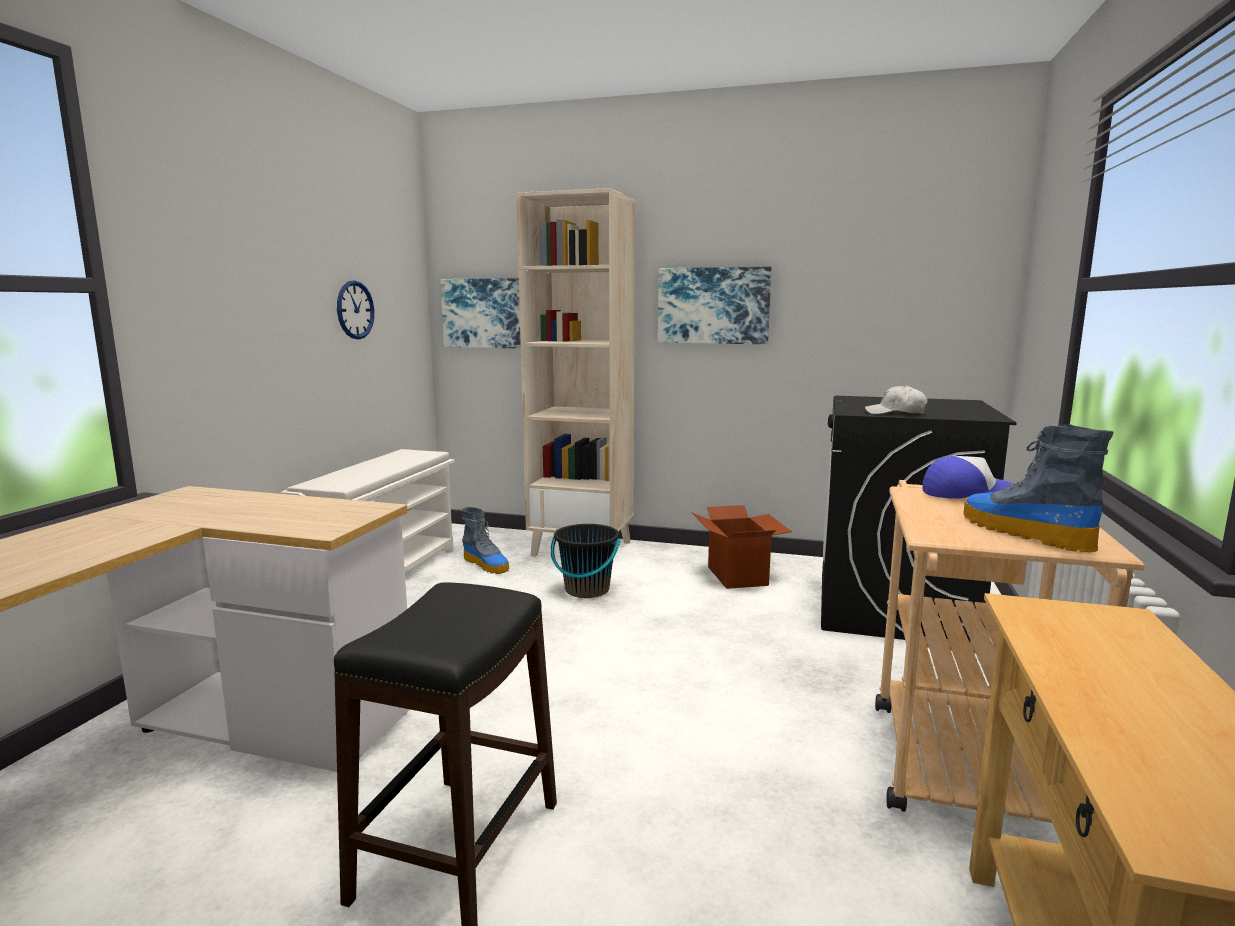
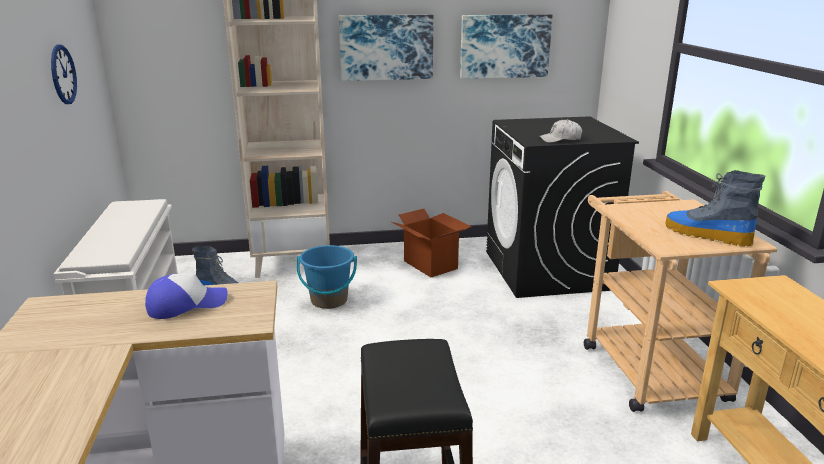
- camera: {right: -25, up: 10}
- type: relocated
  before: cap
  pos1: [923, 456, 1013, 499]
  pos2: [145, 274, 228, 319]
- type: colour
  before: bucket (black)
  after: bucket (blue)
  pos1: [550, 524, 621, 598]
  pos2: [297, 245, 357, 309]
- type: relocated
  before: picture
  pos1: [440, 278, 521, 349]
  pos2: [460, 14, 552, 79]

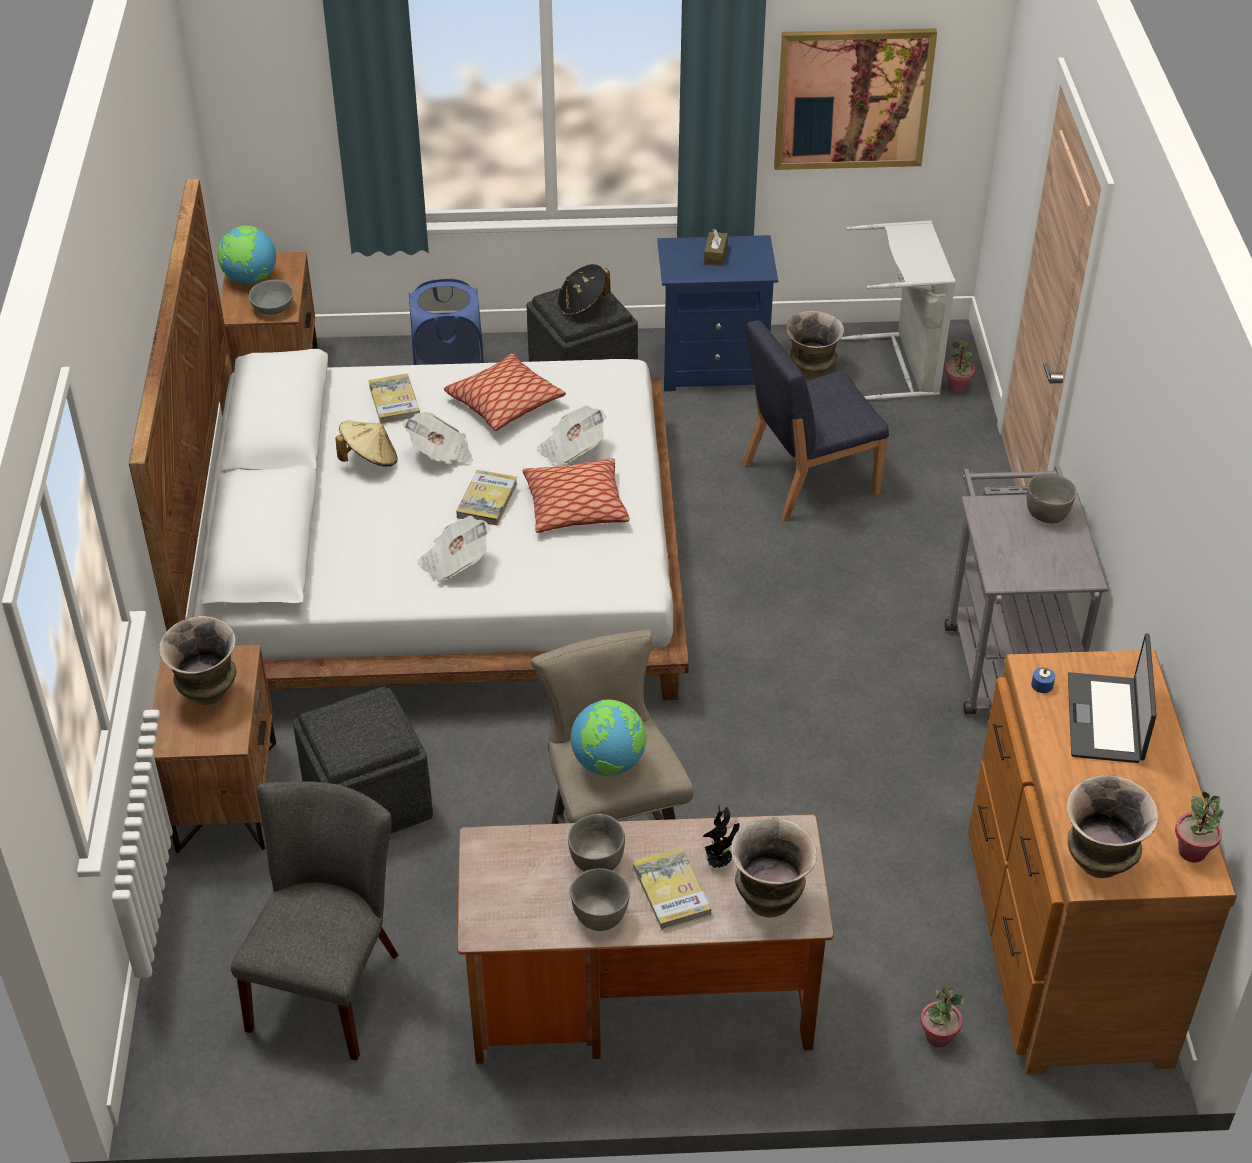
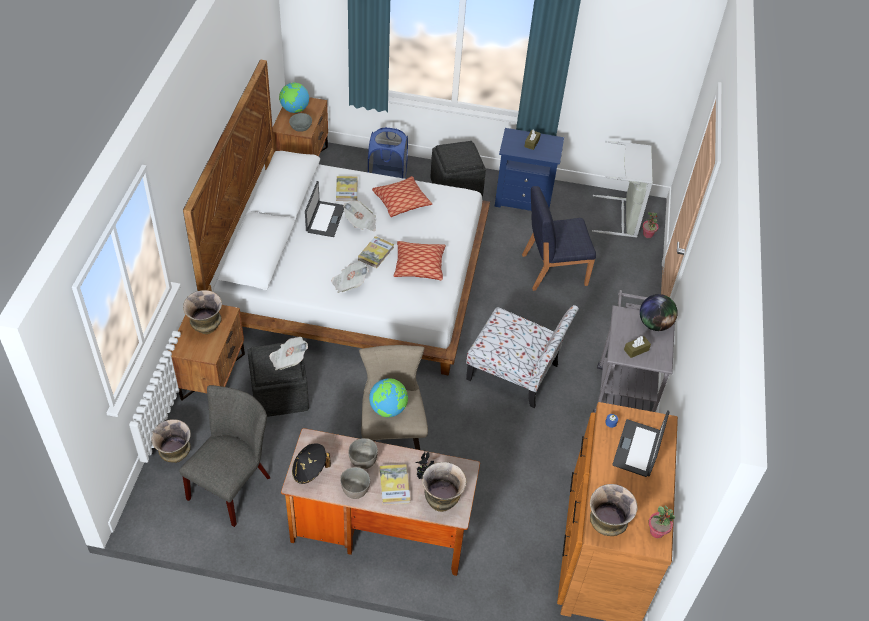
- camera: {right: 10, up: 5}
- type: relocated
  before: vase
  pos1: [786, 311, 844, 379]
  pos2: [151, 419, 191, 463]
- type: relocated
  before: newspaper
  pos1: [537, 405, 606, 466]
  pos2: [269, 337, 308, 370]
- type: relocated
  before: hat (black)
  pos1: [557, 264, 611, 317]
  pos2: [292, 443, 331, 484]
- type: exchanged
  before: hat (beige)
  after: laptop
  pos1: [335, 421, 398, 467]
  pos2: [305, 181, 344, 237]
- type: appeared
  after: chair
  pos2: [466, 305, 579, 408]
- type: appeared
  after: tissue box (brown)
  pos2: [624, 336, 651, 358]
- type: exchanged
  before: bowl (grey)
  after: globe
  pos1: [1027, 473, 1076, 523]
  pos2: [640, 294, 678, 331]
- type: missing
  before: picture
  pos1: [774, 28, 937, 170]
- type: missing
  before: potted plant
  pos1: [921, 985, 965, 1047]

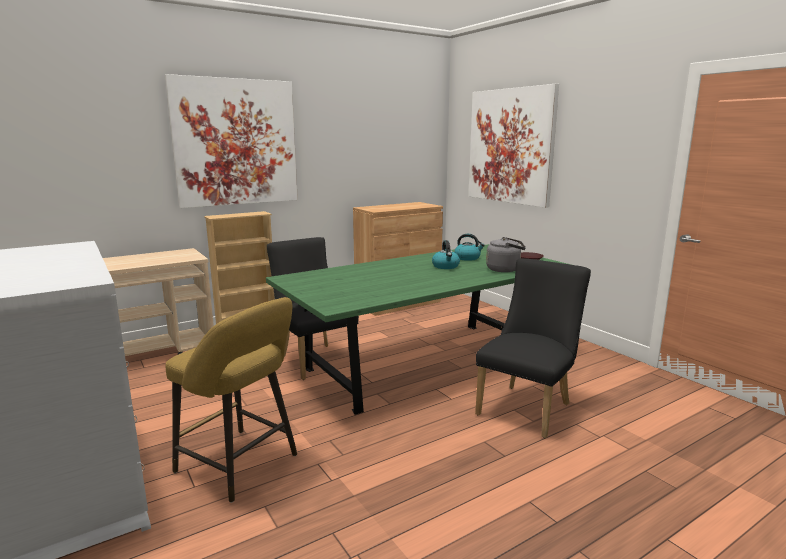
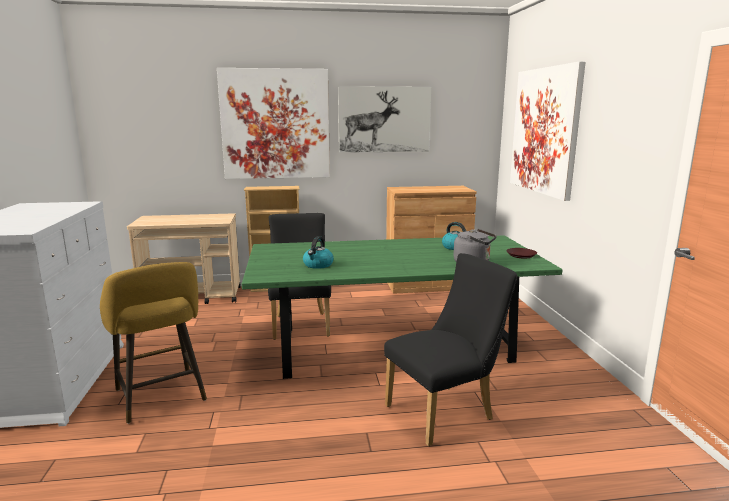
- camera: {right: 25, up: 0}
- type: relocated
  before: kettle
  pos1: [432, 240, 460, 269]
  pos2: [303, 236, 334, 269]
- type: appeared
  after: picture
  pos2: [338, 86, 431, 153]

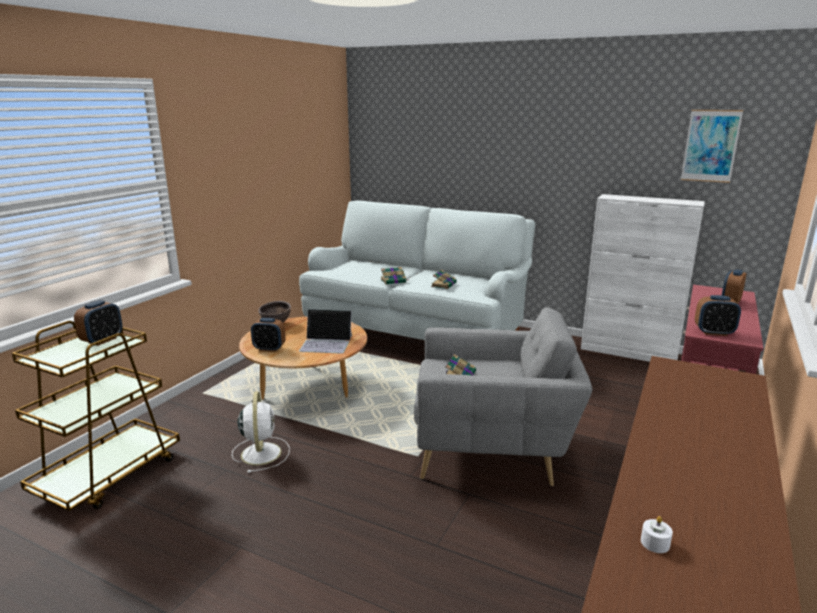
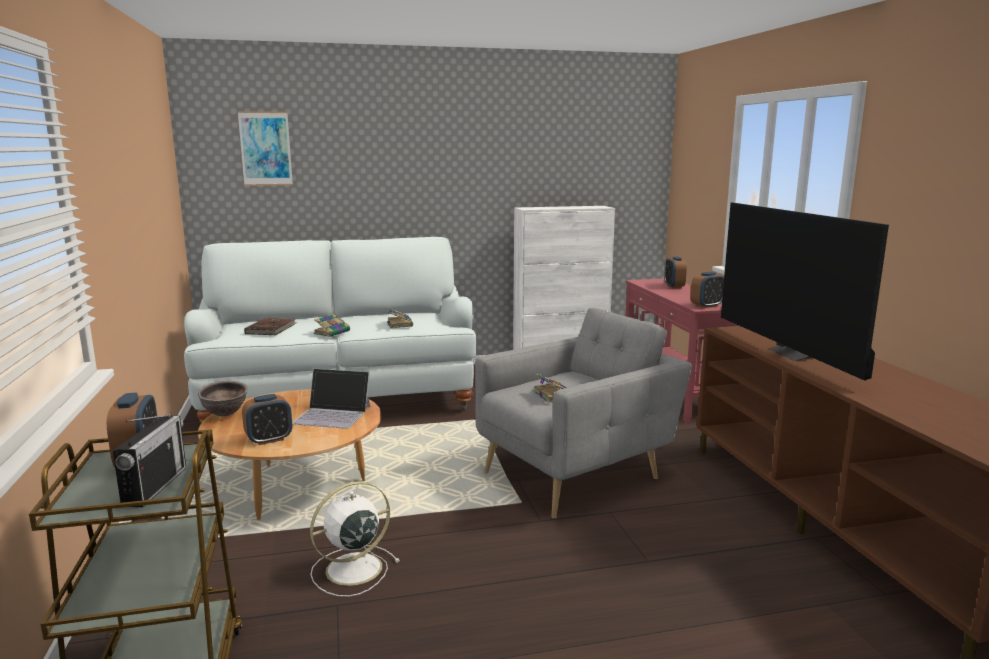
- camera: {right: -40, up: -5}
- type: appeared
  after: radio
  pos2: [113, 414, 186, 507]
- type: relocated
  before: picture
  pos1: [681, 110, 743, 183]
  pos2: [238, 111, 293, 186]
- type: appeared
  after: book (brown)
  pos2: [244, 318, 298, 335]
- type: spun
  before: laptop
  pos1: [299, 309, 352, 354]
  pos2: [292, 368, 370, 429]
  turn: 45
- type: spun
  before: fan (white)
  pos1: [232, 391, 290, 473]
  pos2: [310, 481, 400, 597]
  turn: -75
- type: appeared
  after: television
  pos2: [721, 202, 889, 381]
- type: missing
  before: candle (white)
  pos1: [641, 516, 673, 553]

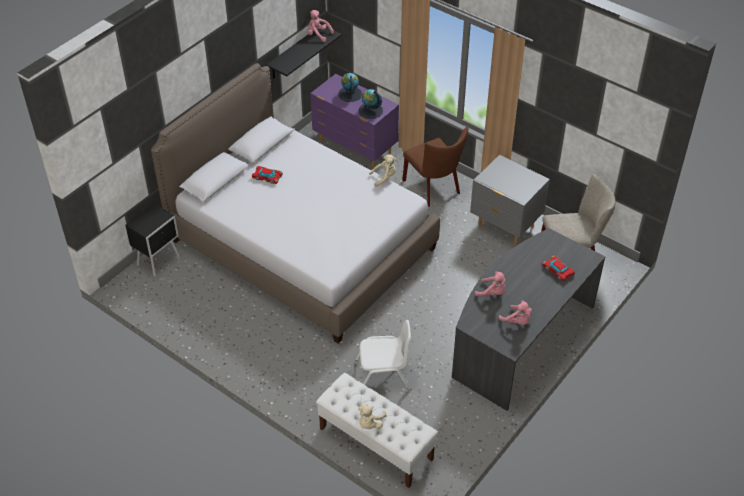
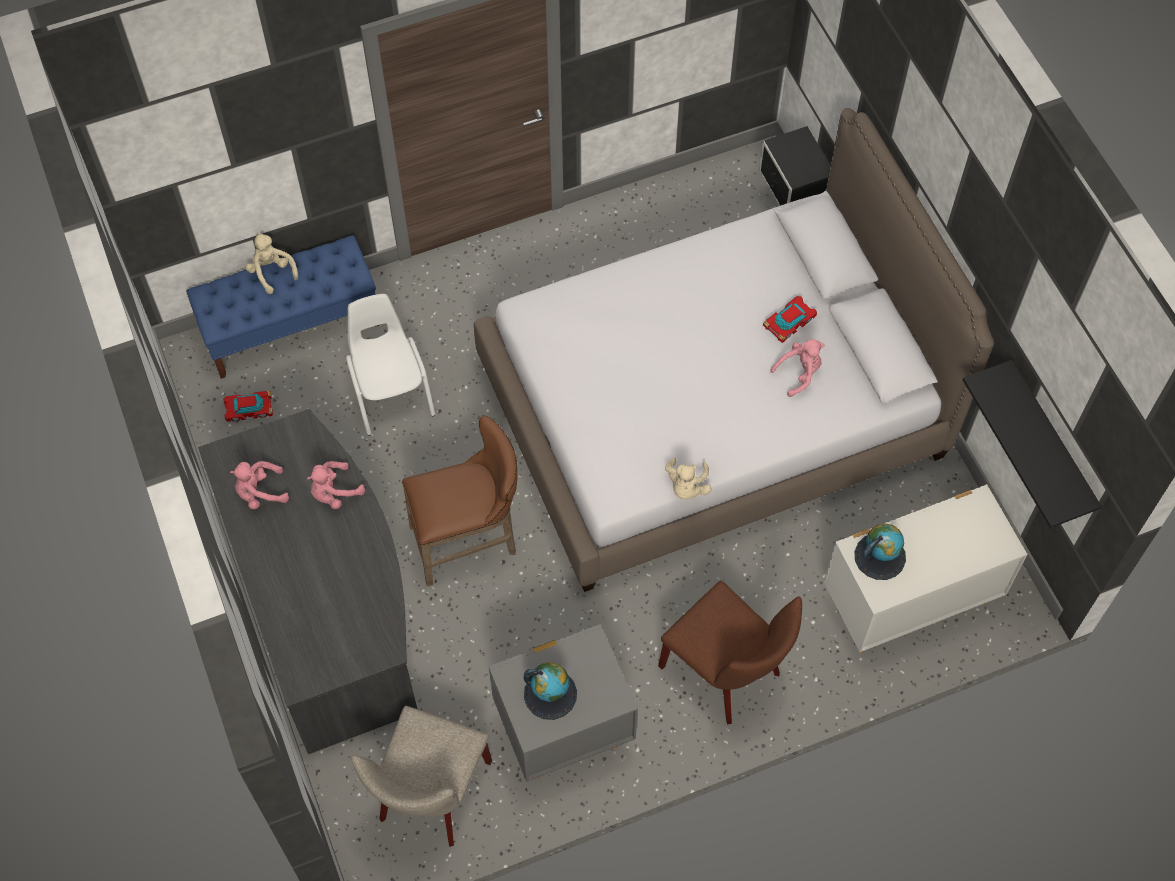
- camera: {right: 120, up: 15}
- type: colour
  before: bench (white)
  after: bench (blue)
  pos1: [316, 373, 438, 488]
  pos2: [186, 235, 379, 379]
- type: relocated
  before: toy car
  pos1: [542, 256, 575, 282]
  pos2: [223, 391, 273, 422]
- type: spun
  before: chair (white)
  pos1: [355, 320, 411, 390]
  pos2: [346, 294, 435, 436]
  turn: 135
- type: appeared
  after: stool (brown)
  pos2: [402, 415, 518, 586]
- type: relocated
  before: globe
  pos1: [338, 73, 362, 102]
  pos2: [524, 662, 577, 720]
- type: spun
  before: chair (brown)
  pos1: [402, 127, 468, 207]
  pos2: [658, 581, 802, 724]
  turn: -135
- type: relocated
  before: plush toy (pink)
  pos1: [308, 10, 334, 42]
  pos2: [770, 339, 825, 397]
- type: colour
  before: dresser (purple)
  after: dresser (white)
  pos1: [310, 74, 399, 169]
  pos2: [824, 484, 1028, 653]

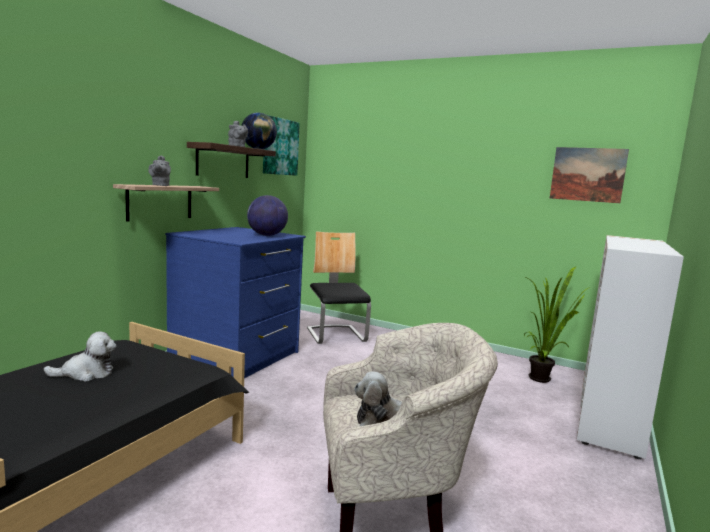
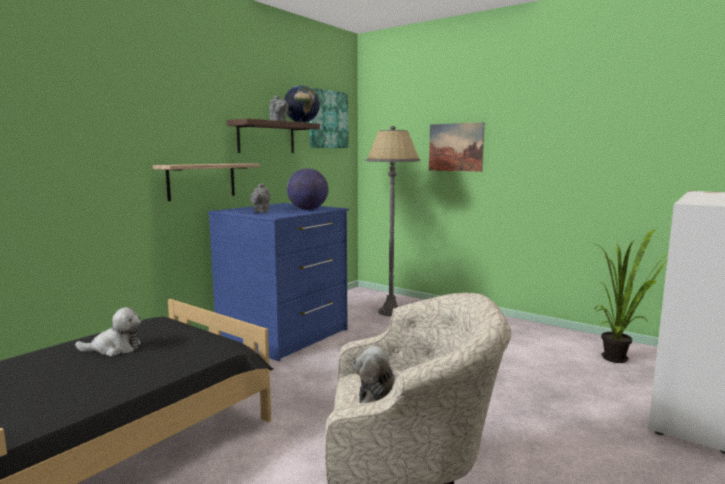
- camera: {right: 10, up: 0}
- type: relocated
  before: teapot (grey)
  pos1: [148, 155, 171, 186]
  pos2: [250, 183, 270, 213]
- type: exchanged
  before: chair
  after: floor lamp (grey)
  pos1: [307, 231, 371, 344]
  pos2: [366, 126, 420, 316]
- type: relocated
  before: picture
  pos1: [550, 147, 629, 203]
  pos2: [429, 122, 484, 172]

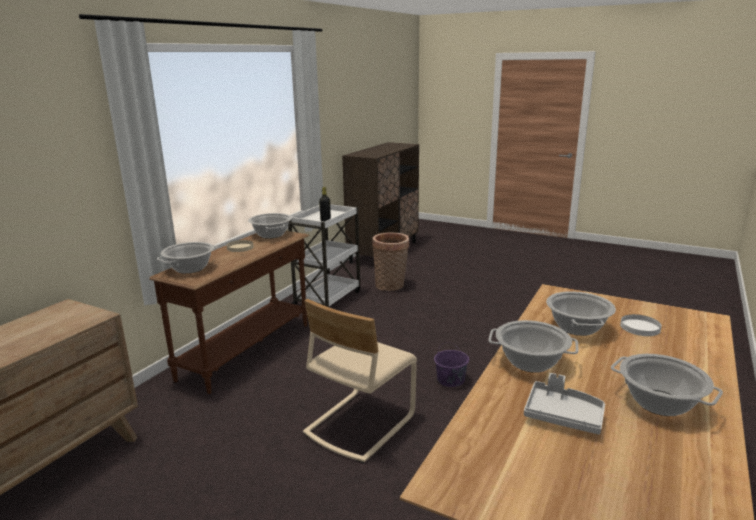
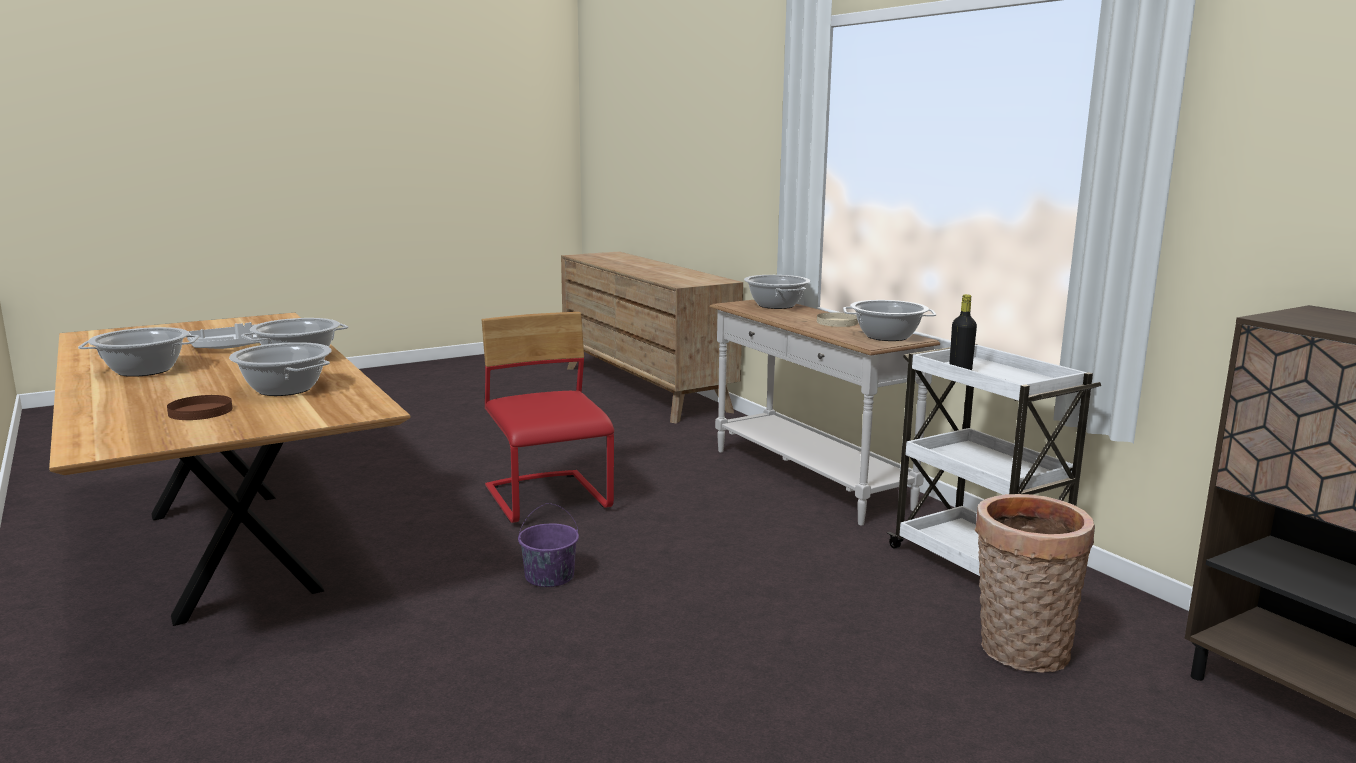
- camera: {right: 120, up: -5}
- type: colour
  before: plate (white)
  after: plate (brown)
  pos1: [620, 314, 662, 336]
  pos2: [167, 395, 233, 420]
- type: colour
  before: chair (beige)
  after: chair (red)
  pos1: [303, 299, 417, 463]
  pos2: [482, 312, 614, 523]
- type: colour
  before: console table (brown)
  after: console table (white)
  pos1: [149, 231, 309, 394]
  pos2: [709, 300, 940, 525]

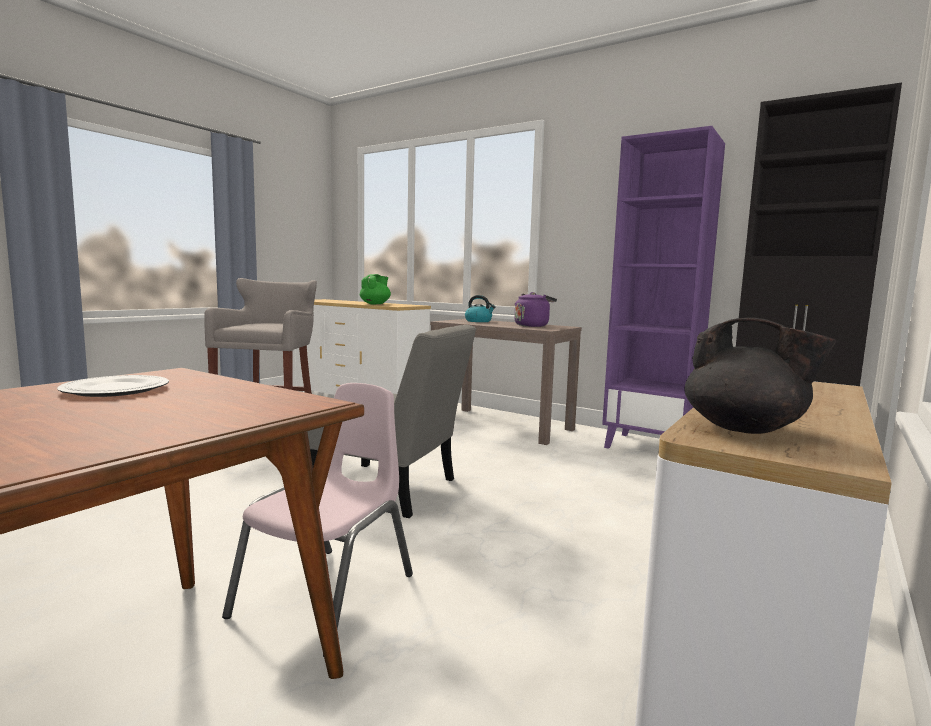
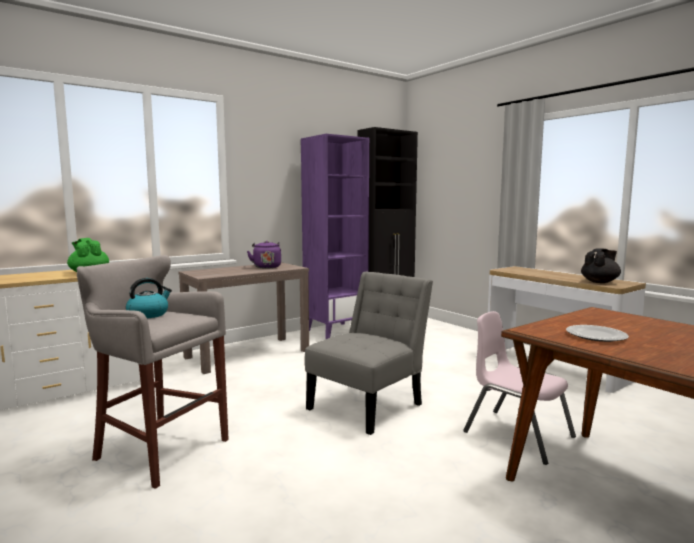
- camera: {right: -70, up: 0}
- type: relocated
  before: kettle
  pos1: [465, 295, 495, 322]
  pos2: [126, 278, 172, 318]

